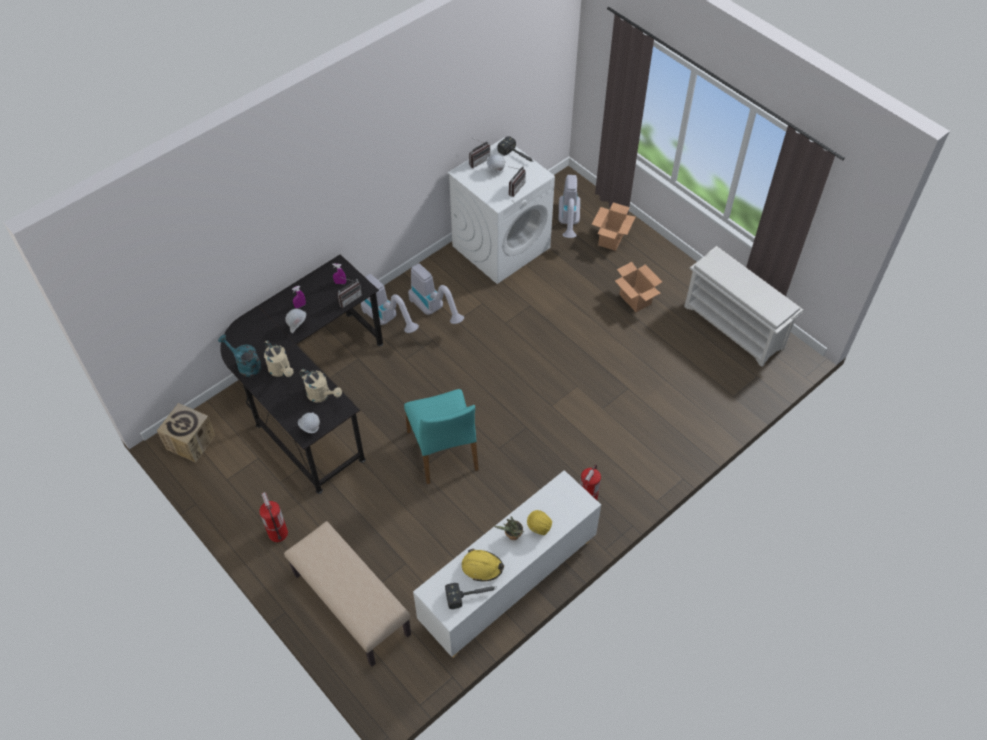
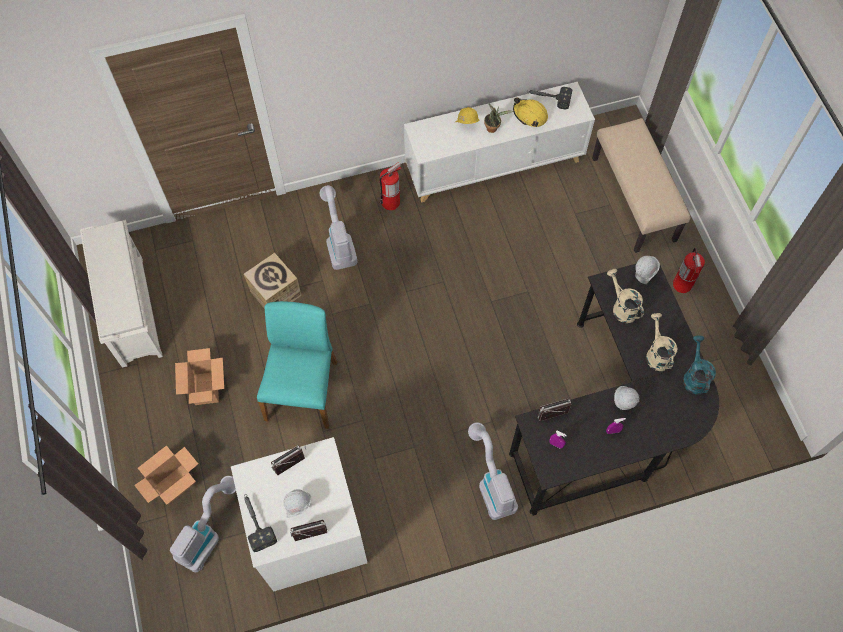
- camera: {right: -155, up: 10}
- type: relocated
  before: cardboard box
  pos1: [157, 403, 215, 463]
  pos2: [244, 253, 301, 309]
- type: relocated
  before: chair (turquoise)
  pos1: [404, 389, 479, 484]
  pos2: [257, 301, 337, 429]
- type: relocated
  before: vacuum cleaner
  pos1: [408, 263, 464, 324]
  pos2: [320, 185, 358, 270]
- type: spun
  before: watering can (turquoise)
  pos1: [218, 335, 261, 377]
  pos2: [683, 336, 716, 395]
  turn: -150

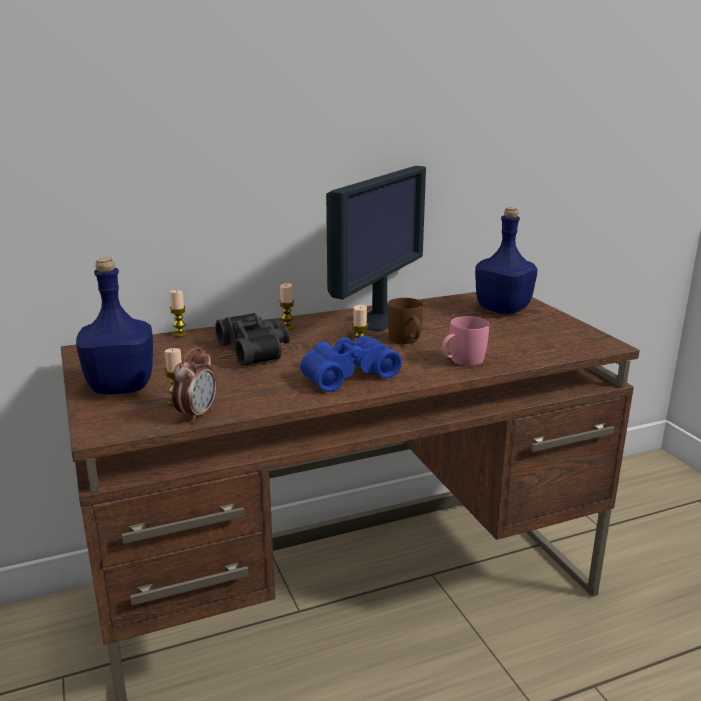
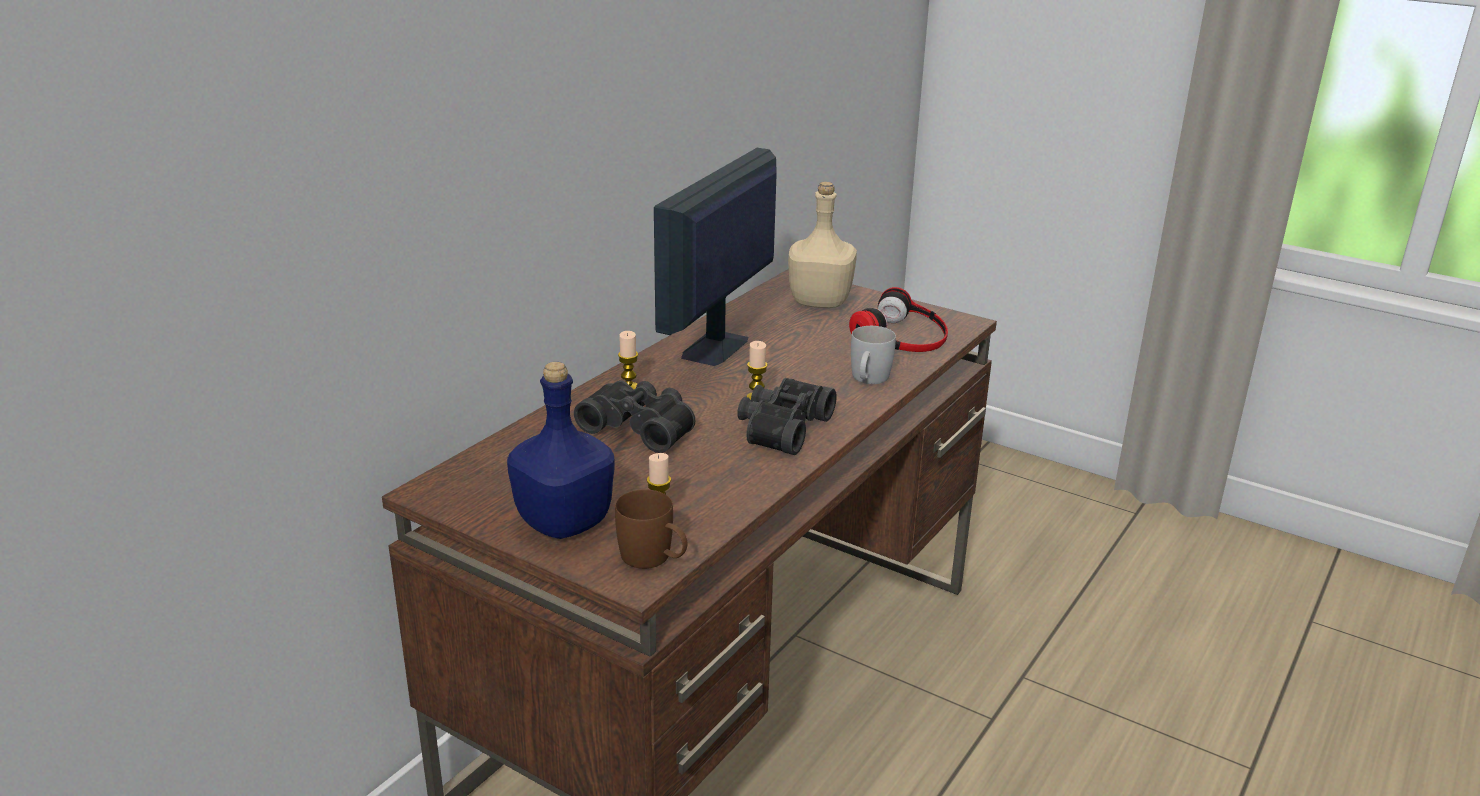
- camera: {right: -35, up: 5}
- type: relocated
  before: mug (brown)
  pos1: [387, 298, 423, 344]
  pos2: [615, 490, 687, 569]
- type: spun
  before: monitor
  pos1: [326, 166, 426, 332]
  pos2: [654, 148, 777, 366]
  turn: -150
- type: colour
  before: binoculars (blue)
  after: binoculars (black)
  pos1: [300, 336, 402, 392]
  pos2: [737, 378, 837, 455]
- type: colour
  before: bottle (blue)
  after: bottle (beige)
  pos1: [475, 207, 538, 314]
  pos2: [788, 182, 857, 308]
- type: appeared
  after: headphones
  pos2: [849, 287, 948, 352]
- type: colour
  before: mug (pink)
  after: mug (white)
  pos1: [442, 316, 489, 366]
  pos2: [851, 326, 896, 384]
- type: missing
  before: candle
  pos1: [170, 290, 188, 337]
- type: missing
  before: alarm clock
  pos1: [172, 347, 216, 423]

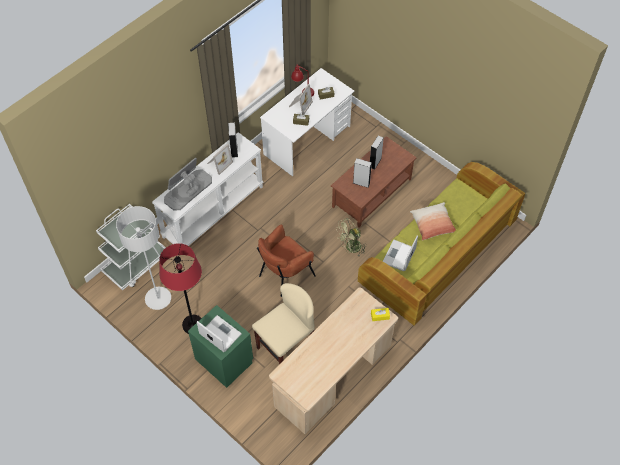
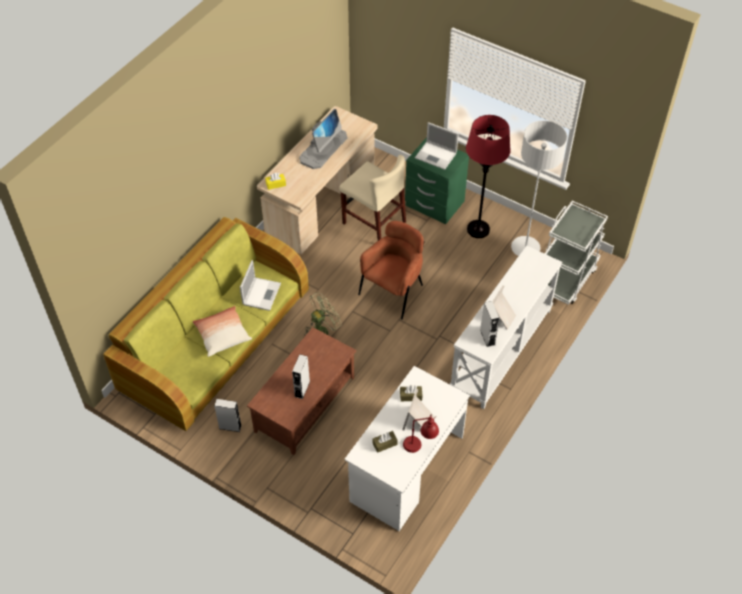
- camera: {right: 170, up: -5}
- type: relocated
  before: speaker (grey)
  pos1: [353, 158, 372, 188]
  pos2: [214, 399, 242, 432]
- type: relocated
  before: monitor
  pos1: [164, 158, 212, 211]
  pos2: [299, 109, 347, 169]
- type: spun
  before: chair (beige)
  pos1: [252, 283, 315, 365]
  pos2: [339, 155, 406, 240]
  turn: -90

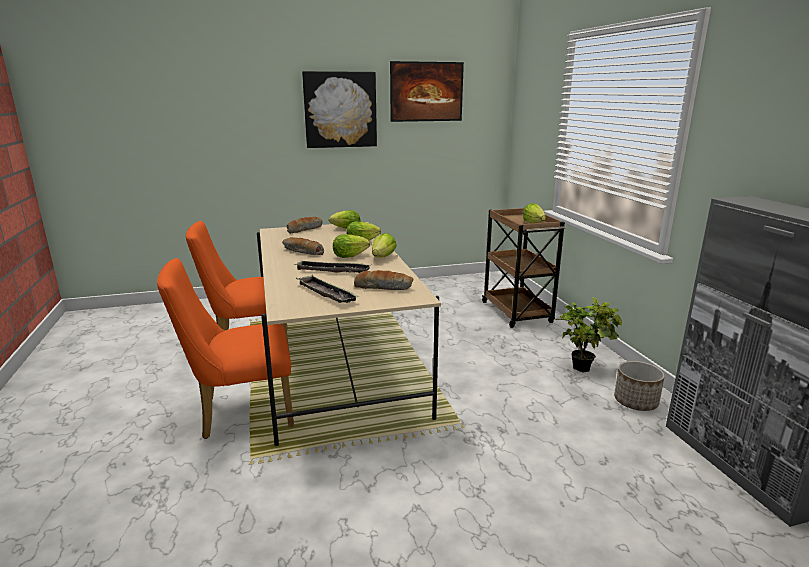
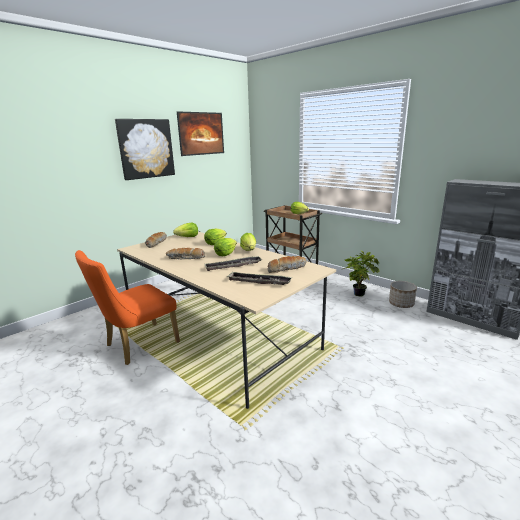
- camera: {right: -30, up: 0}
- type: missing
  before: chair (orange)
  pos1: [157, 258, 294, 439]

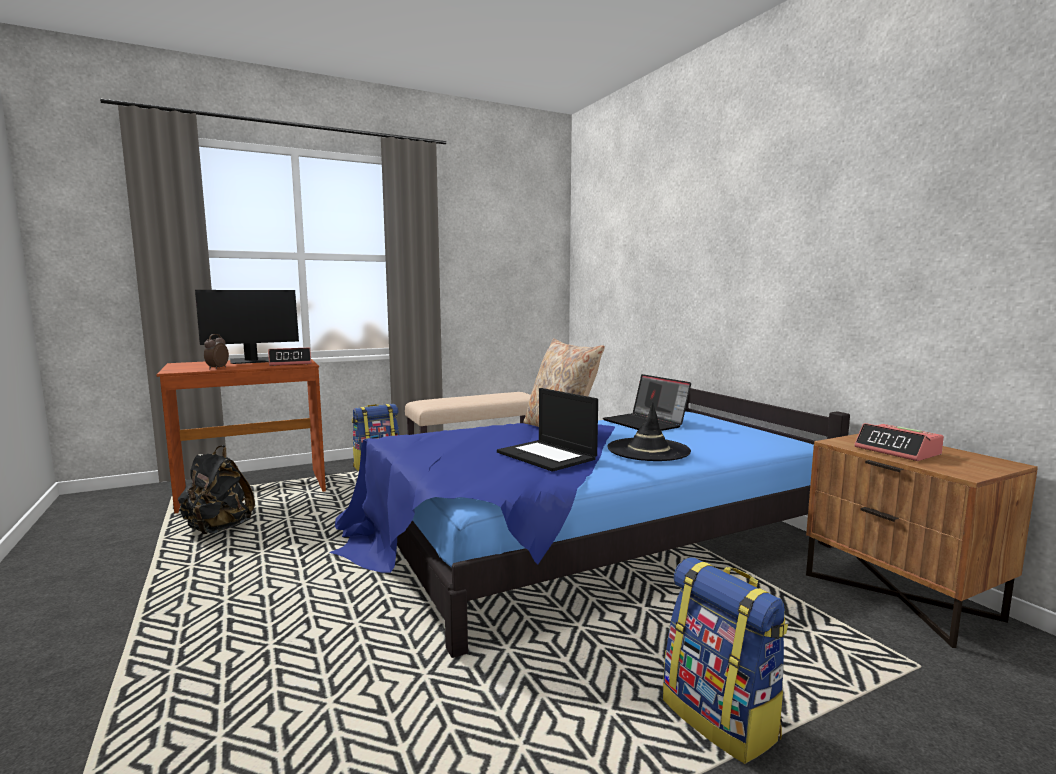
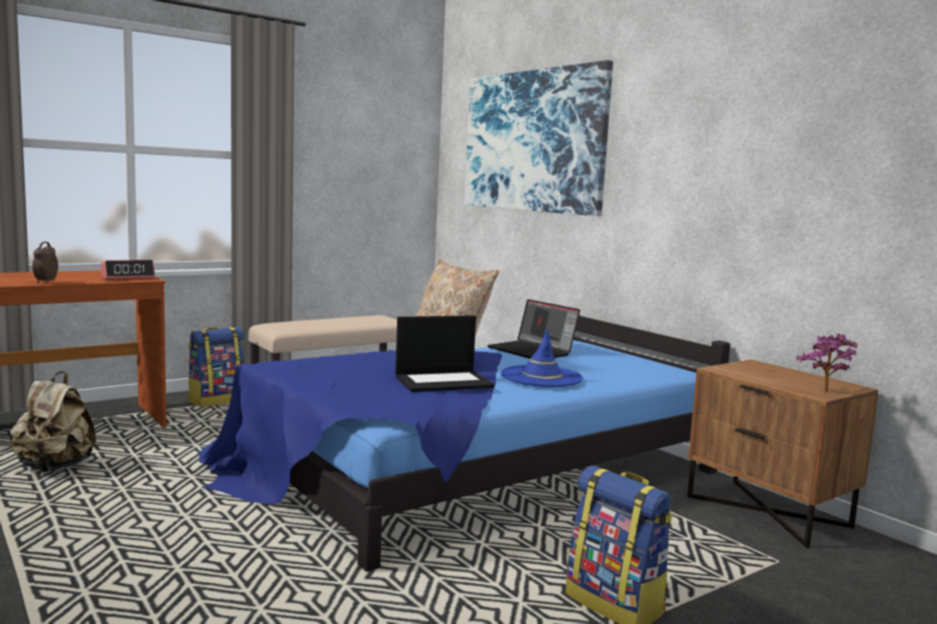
- camera: {right: -10, up: 0}
- type: colour
  before: backpack (black)
  after: backpack (beige)
  pos1: [178, 445, 255, 534]
  pos2: [10, 371, 96, 472]
- type: spun
  before: laptop
  pos1: [497, 388, 598, 472]
  pos2: [395, 315, 495, 392]
  turn: -60
- type: appeared
  after: picture
  pos2: [465, 60, 613, 216]
- type: colour
  before: hat (black)
  after: hat (blue)
  pos1: [607, 402, 691, 461]
  pos2: [501, 328, 583, 387]
- type: appeared
  after: potted plant
  pos2: [796, 334, 858, 392]
- type: missing
  before: monitor
  pos1: [195, 290, 299, 364]
- type: missing
  before: alarm clock
  pos1: [854, 423, 944, 461]

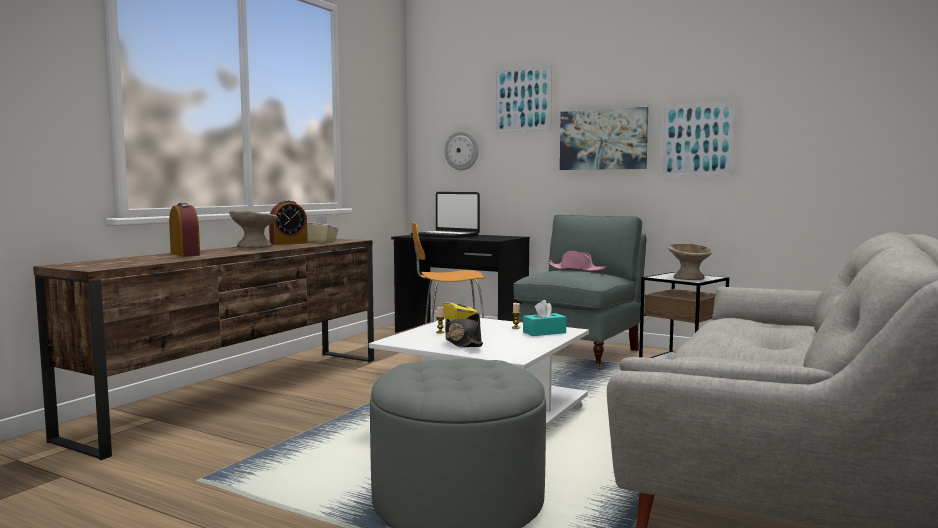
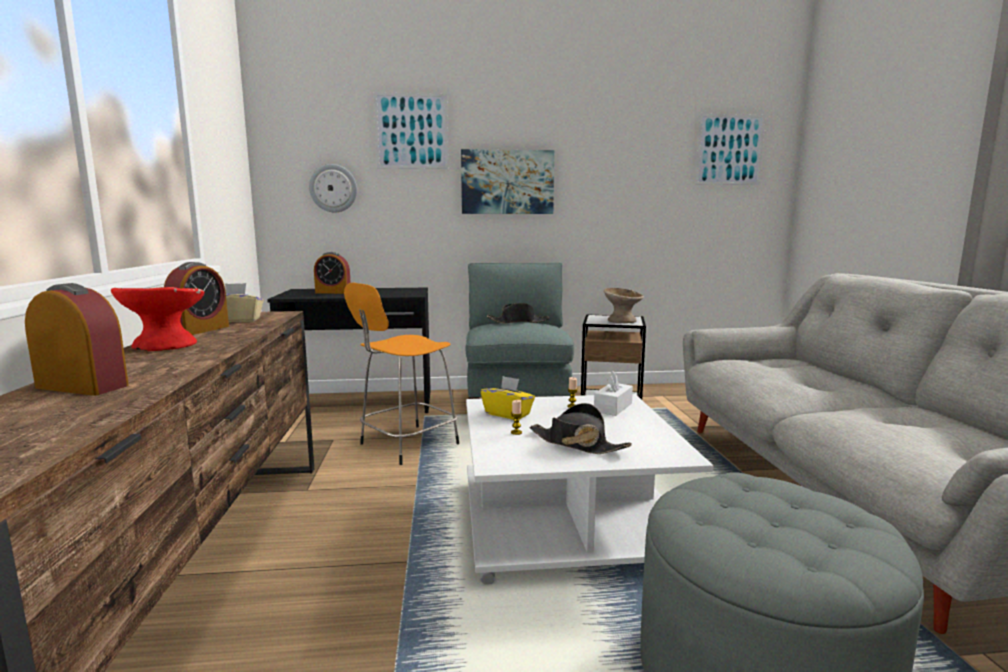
- camera: {right: -35, up: 5}
- type: colour
  before: bowl (beige)
  after: bowl (red)
  pos1: [229, 211, 278, 248]
  pos2: [111, 287, 204, 351]
- type: exchanged
  before: laptop
  after: alarm clock
  pos1: [411, 192, 480, 238]
  pos2: [314, 252, 351, 294]
- type: colour
  before: hat (pink)
  after: hat (black)
  pos1: [547, 251, 606, 271]
  pos2: [487, 303, 550, 323]
- type: colour
  before: tissue box (turquoise)
  after: tissue box (white)
  pos1: [523, 300, 566, 336]
  pos2: [594, 371, 633, 416]
- type: relocated
  before: picture
  pos1: [660, 102, 736, 176]
  pos2: [695, 114, 765, 185]

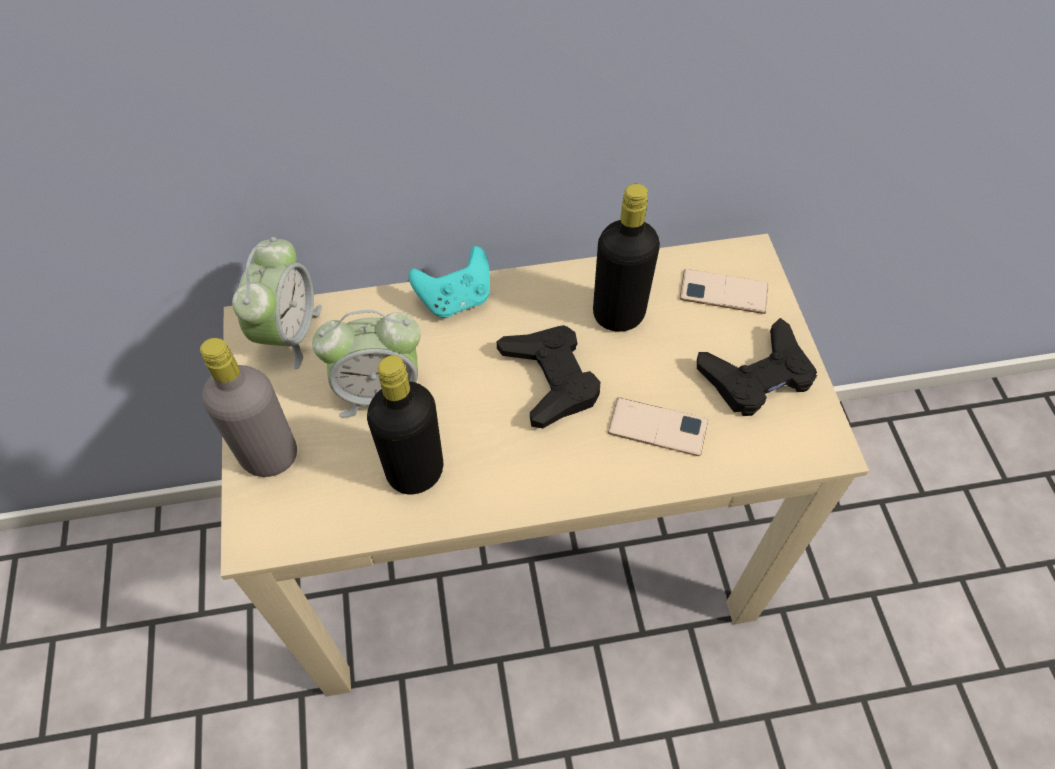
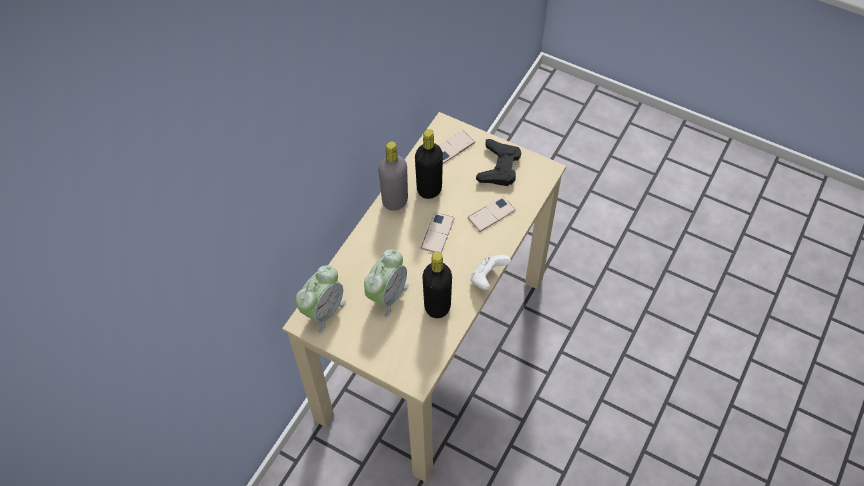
- camera: {right: -50, up: 0}
- type: spun
  before: alarm clock
  pos1: [232, 237, 322, 369]
  pos2: [296, 266, 346, 333]
  turn: 75
- type: relocated
  before: bottle (grey)
  pos1: [200, 338, 297, 477]
  pos2: [378, 142, 408, 211]
- type: exchanged
  before: game controller (black)
  after: phone
  pos1: [497, 325, 600, 428]
  pos2: [421, 212, 454, 253]
- type: appeared
  after: game controller (white)
  pos2: [470, 255, 511, 290]
- type: missing
  before: game controller (turquoise)
  pos1: [408, 246, 490, 317]

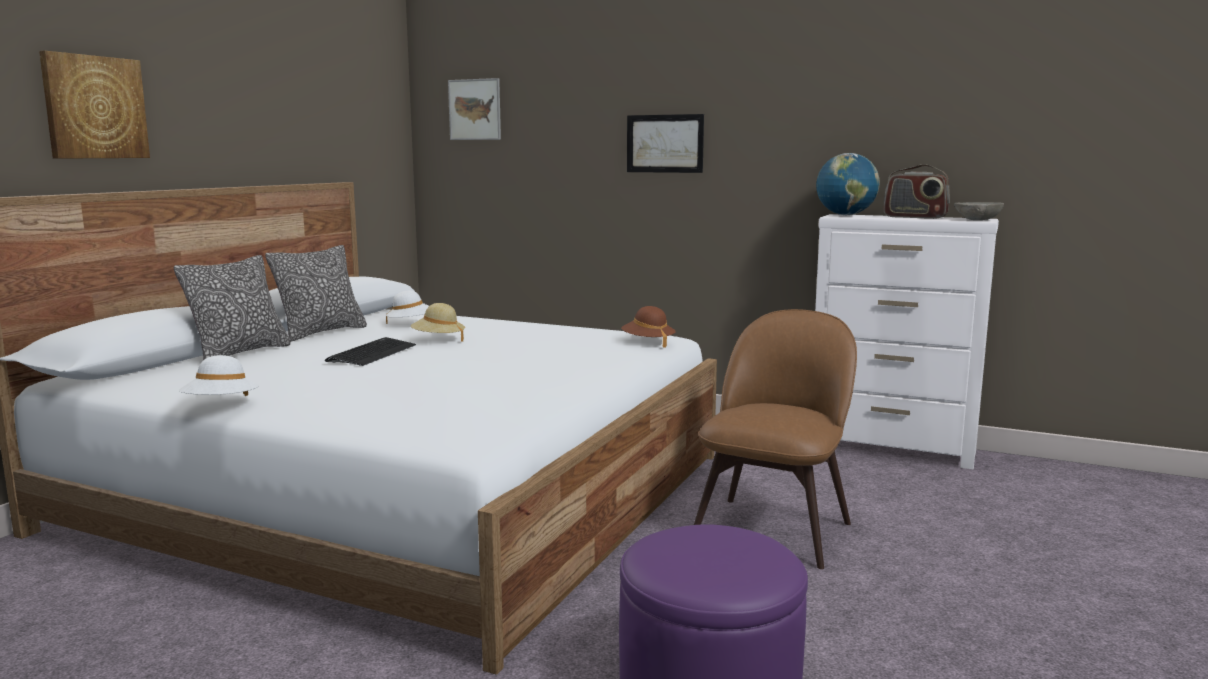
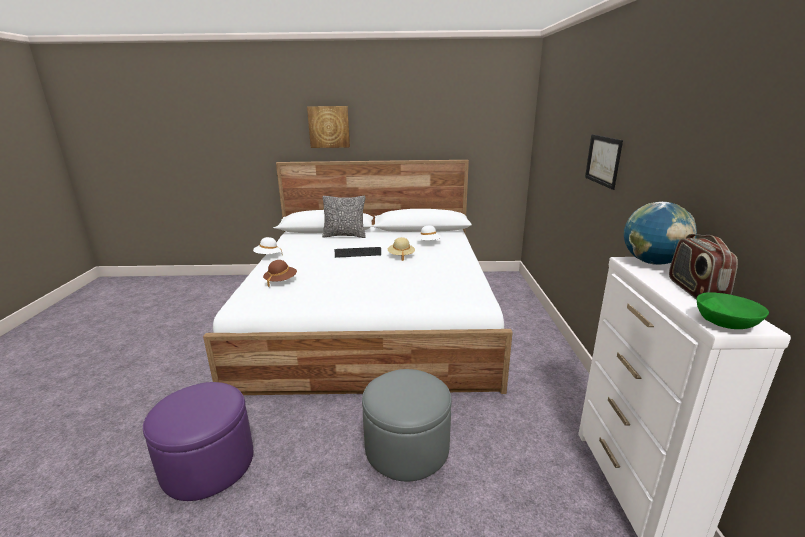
- camera: {right: 65, up: 10}
- type: relocated
  before: hat (brown)
  pos1: [621, 306, 676, 348]
  pos2: [263, 260, 297, 287]
- type: exchanged
  before: chair (brown)
  after: ottoman (grey)
  pos1: [694, 309, 857, 569]
  pos2: [362, 369, 452, 481]
- type: colour
  before: bowl (grey)
  after: bowl (green)
  pos1: [954, 202, 1004, 220]
  pos2: [696, 292, 769, 329]
- type: missing
  before: pillow
  pos1: [265, 245, 367, 342]
- type: missing
  before: picture
  pos1: [448, 78, 501, 140]

